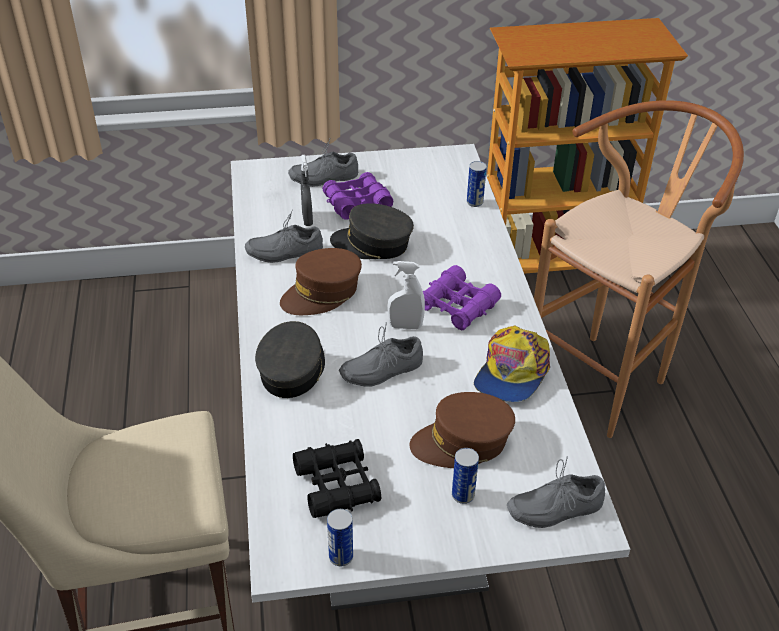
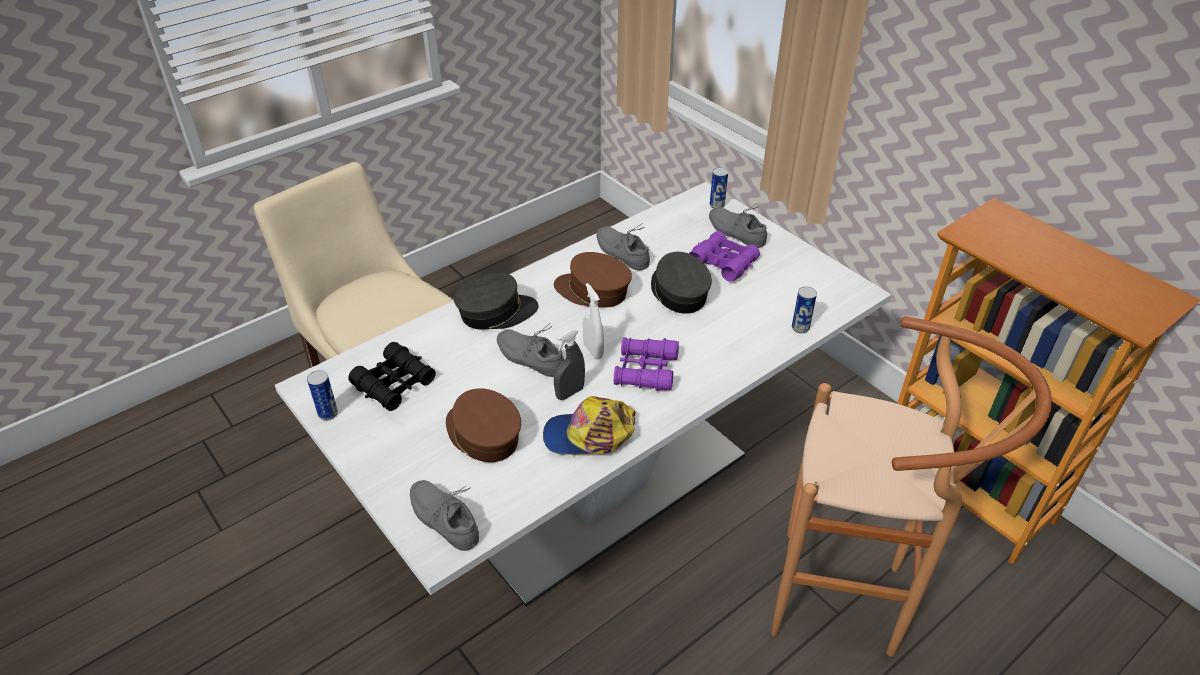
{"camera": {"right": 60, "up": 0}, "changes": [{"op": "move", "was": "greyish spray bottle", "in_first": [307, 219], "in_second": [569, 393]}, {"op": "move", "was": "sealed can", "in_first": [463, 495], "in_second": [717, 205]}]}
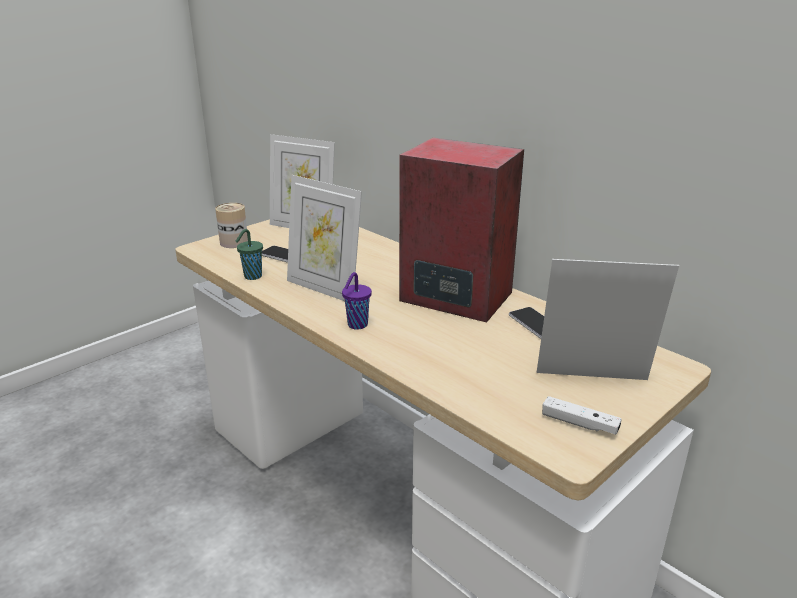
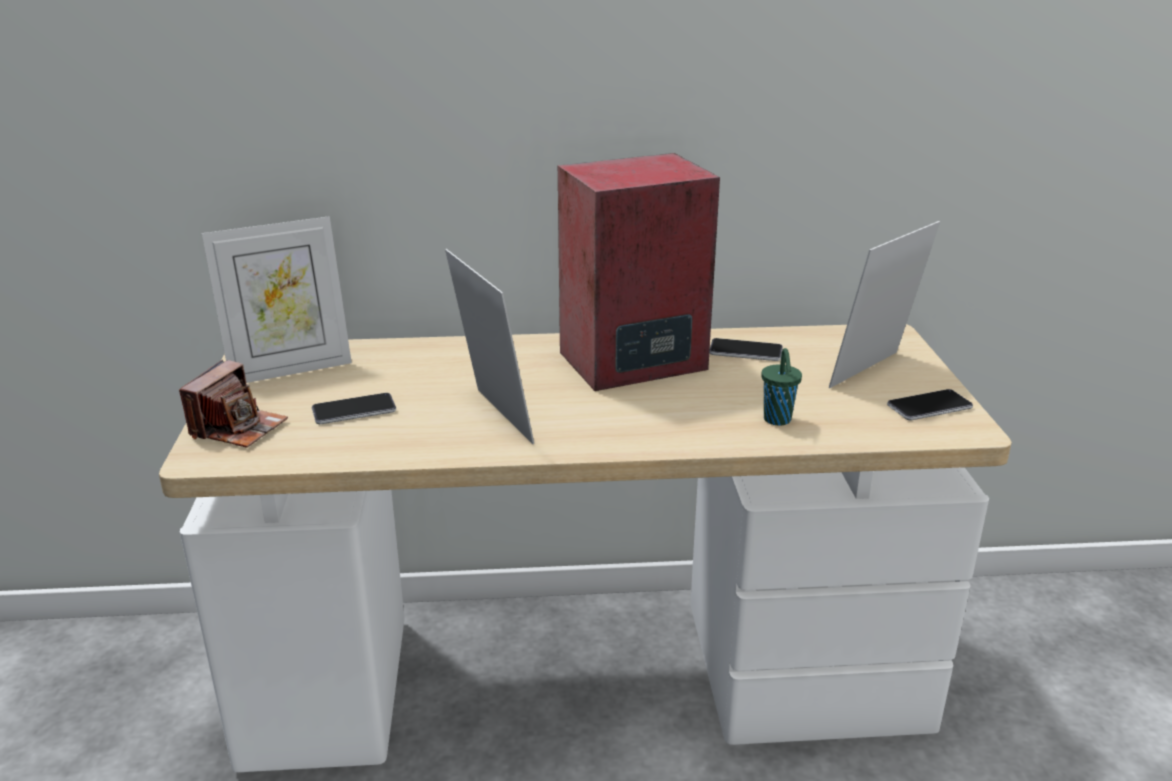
{"camera": {"right": -50, "up": 0}, "changes": [{"op": "rotate", "was": "standing frame", "in_first": [324, 288], "in_second": [492, 418], "clockwise": -105}, {"op": "replace", "was": "sealed can", "now": "photo camera", "in_first": [234, 242], "in_second": [238, 428]}, {"op": "move", "was": "green-coloured cup", "in_first": [252, 277], "in_second": [777, 420]}, {"op": "delete", "was": "purple-coloured cup", "in_first": [356, 325]}, {"op": "replace", "was": "whitish joypad", "now": "telephone", "in_first": [579, 423], "in_second": [929, 406]}]}
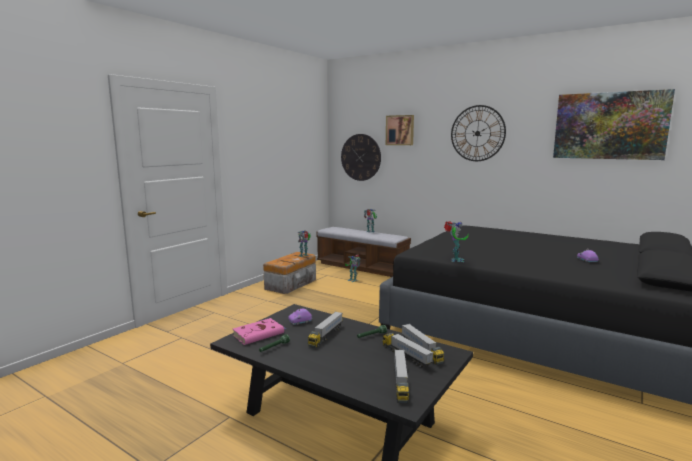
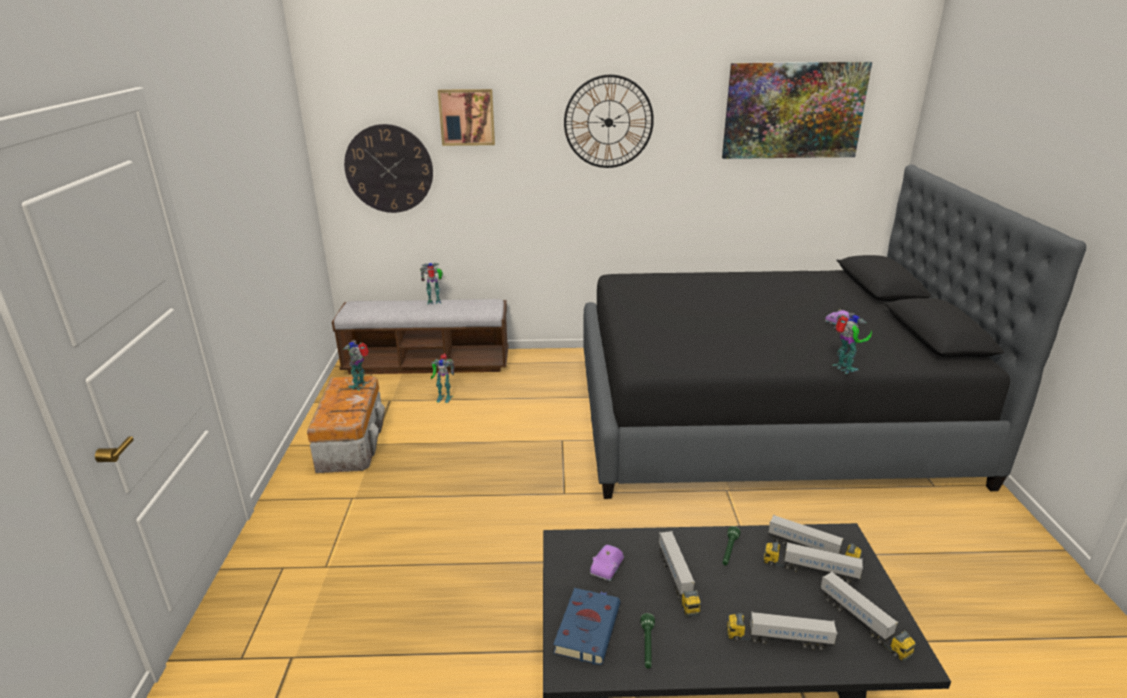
{"camera": {"right": -35, "up": 15}, "changes": [{"op": "move", "was": "toy robot", "in_first": [455, 260], "in_second": [844, 368]}, {"op": "recolor", "was": "pink book", "now": "blue-coloured book", "in_first": [259, 334], "in_second": [587, 627]}, {"op": "insert", "now": "toy lorry", "in_second": [778, 639]}]}
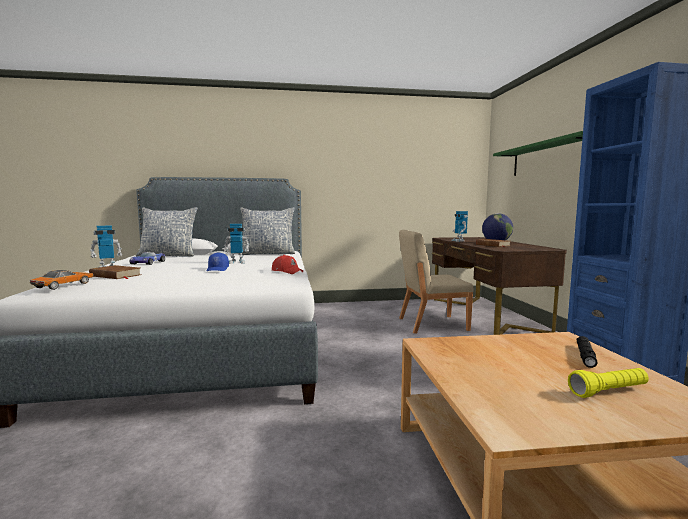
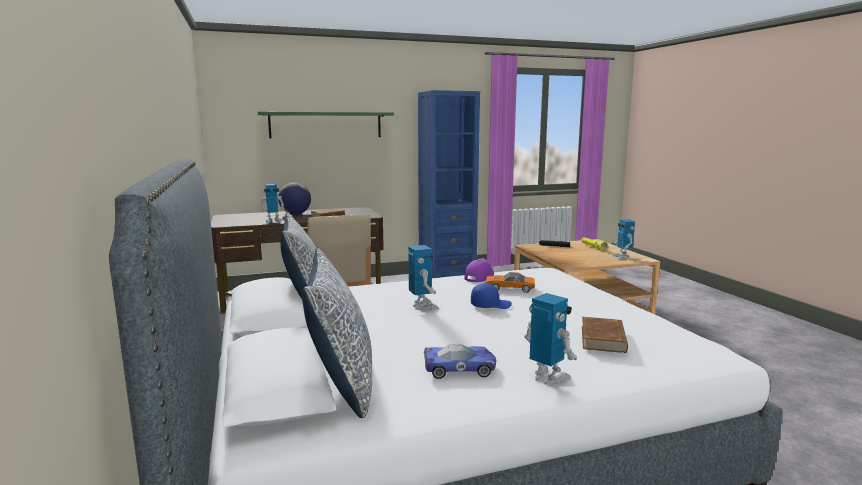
{"camera": {"right": -100, "up": 5}, "changes": [{"op": "recolor", "was": "red peaked cap", "now": "purple-coloured peaked cap", "in_first": [287, 271], "in_second": [479, 277]}, {"op": "move", "was": "toy car", "in_first": [64, 285], "in_second": [510, 288]}, {"op": "insert", "now": "toy robot", "in_second": [622, 257]}]}
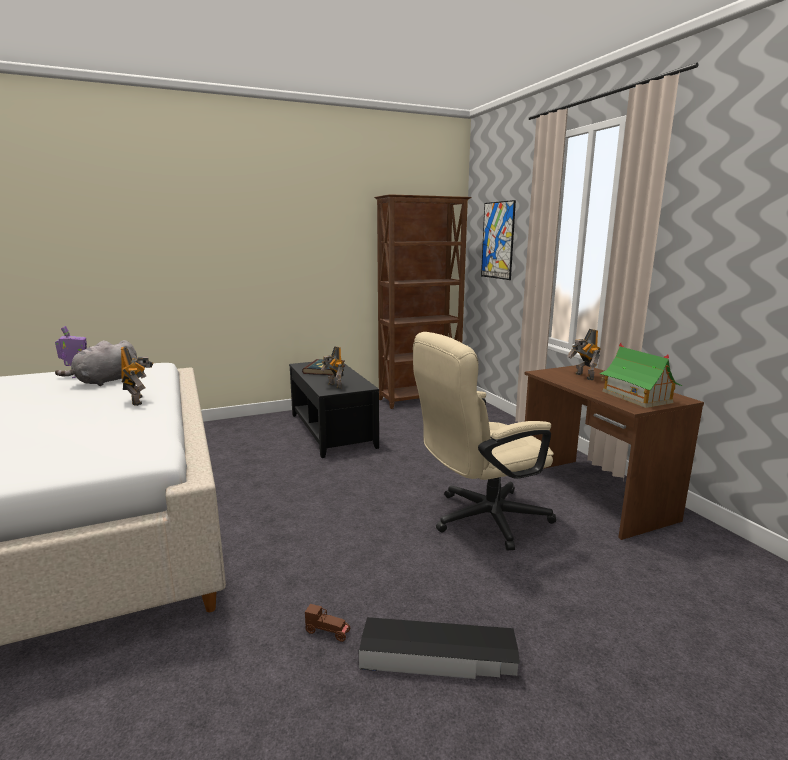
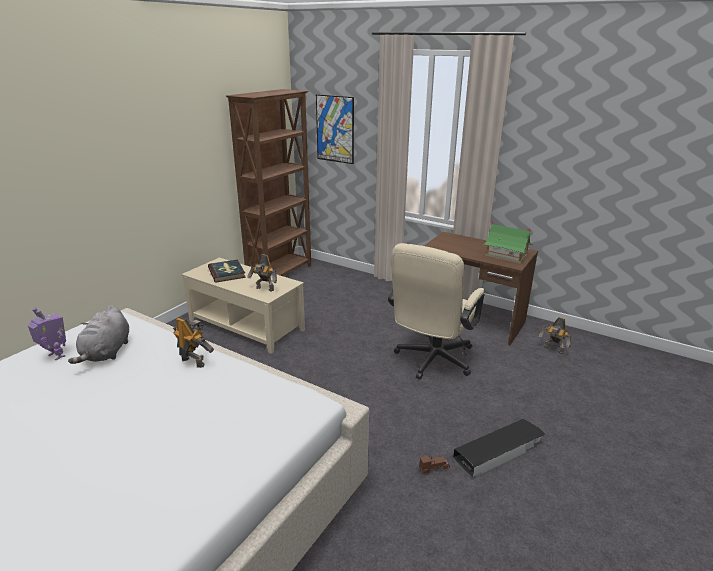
{"camera": {"right": -35, "up": 10}, "changes": [{"op": "move", "was": "toy robot", "in_first": [583, 376], "in_second": [553, 350]}, {"op": "recolor", "was": "black low table", "now": "sand-coloured low table", "in_first": [332, 430], "in_second": [246, 325]}]}
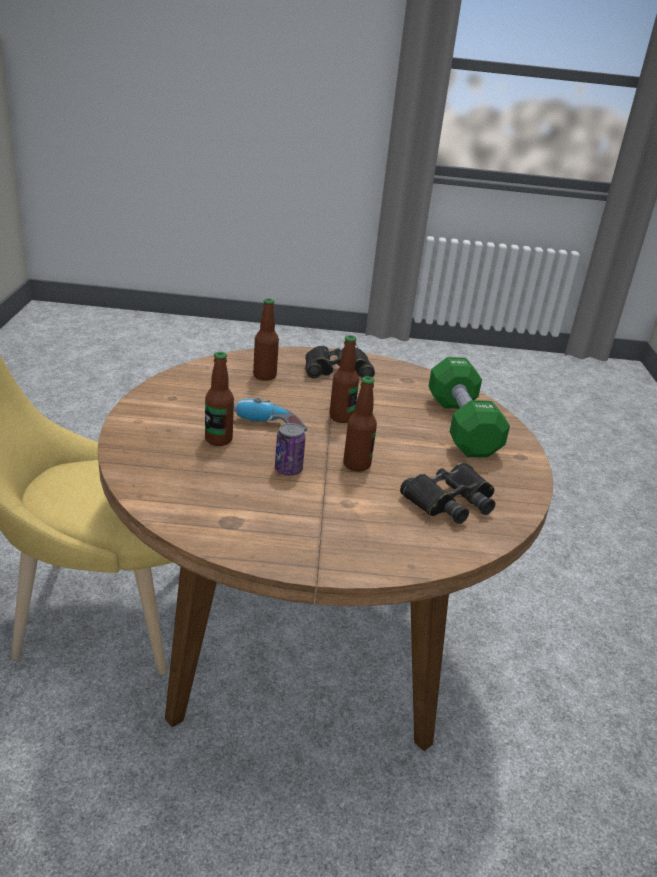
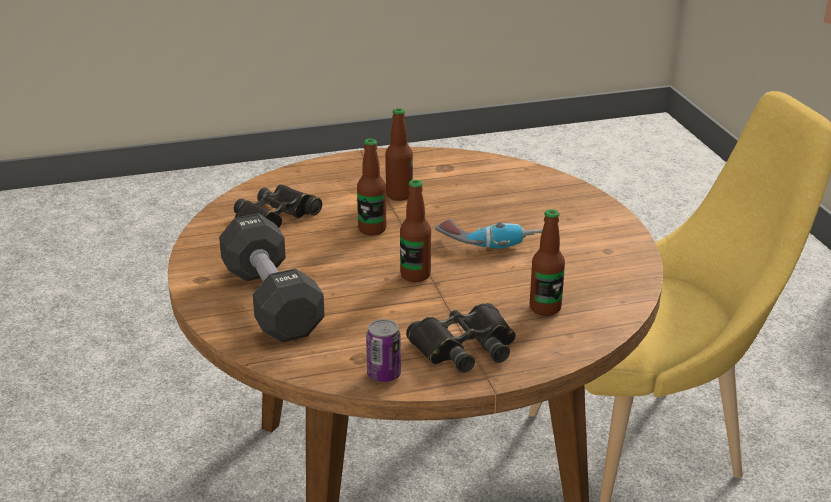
{"camera": {"right": 165, "up": 0}, "changes": [{"op": "move", "was": "beverage bottle", "in_first": [218, 439], "in_second": [399, 195]}, {"op": "recolor", "was": "green-coloured hand weight", "now": "black hand weight", "in_first": [462, 426], "in_second": [271, 301]}, {"op": "move", "was": "sealed can", "in_first": [288, 470], "in_second": [384, 374]}]}
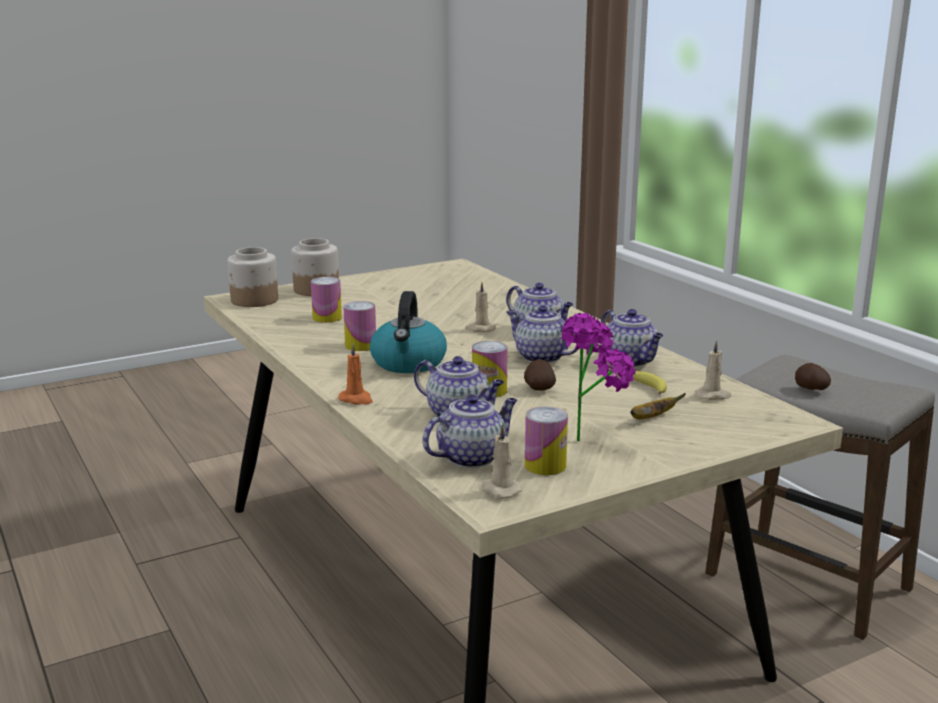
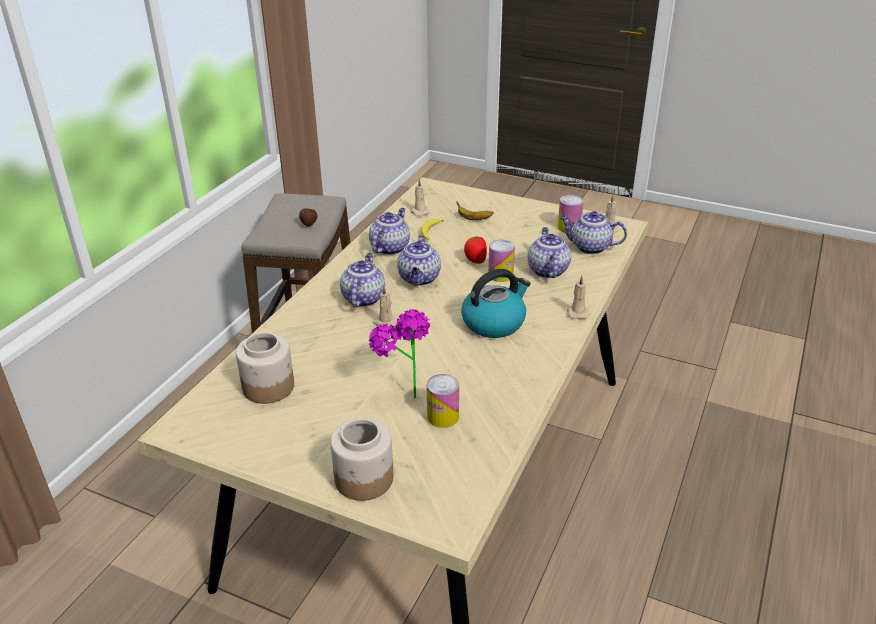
{"camera": {"right": -125, "up": 15}, "changes": [{"op": "move", "was": "jar", "in_first": [254, 300], "in_second": [269, 387]}, {"op": "delete", "was": "sealed can", "in_first": [360, 345]}, {"op": "move", "was": "potted plant", "in_first": [592, 437], "in_second": [403, 393]}, {"op": "recolor", "was": "orangey candle", "now": "sand-coloured candle", "in_first": [356, 399], "in_second": [577, 312]}, {"op": "replace", "was": "spud", "now": "tomato", "in_first": [538, 388], "in_second": [475, 261]}]}
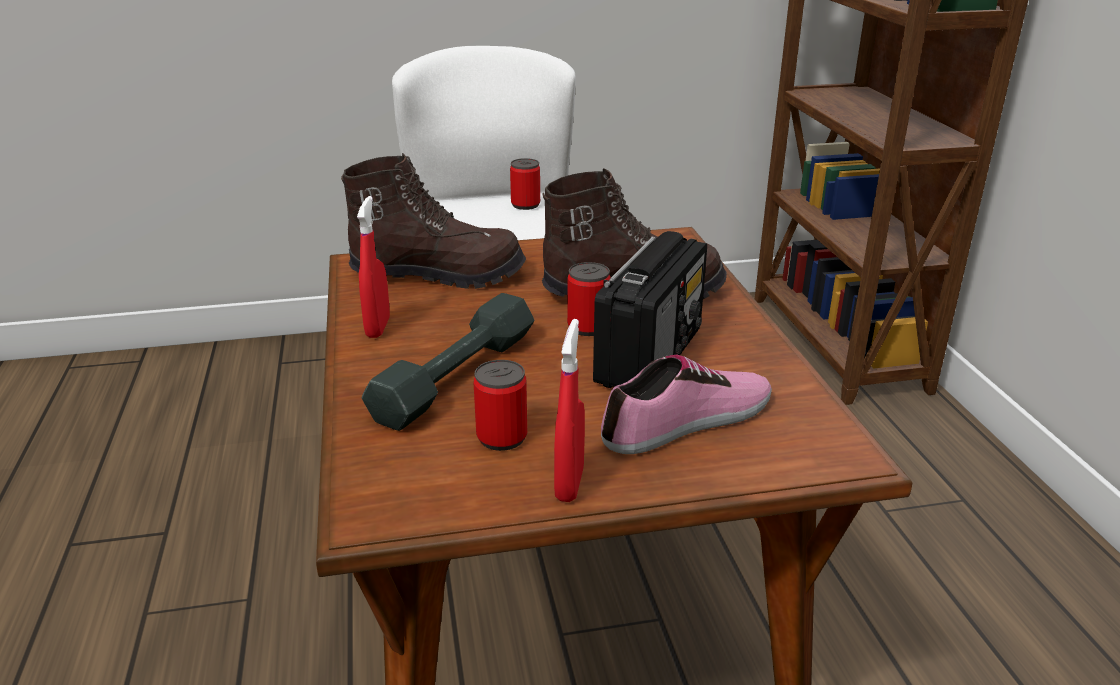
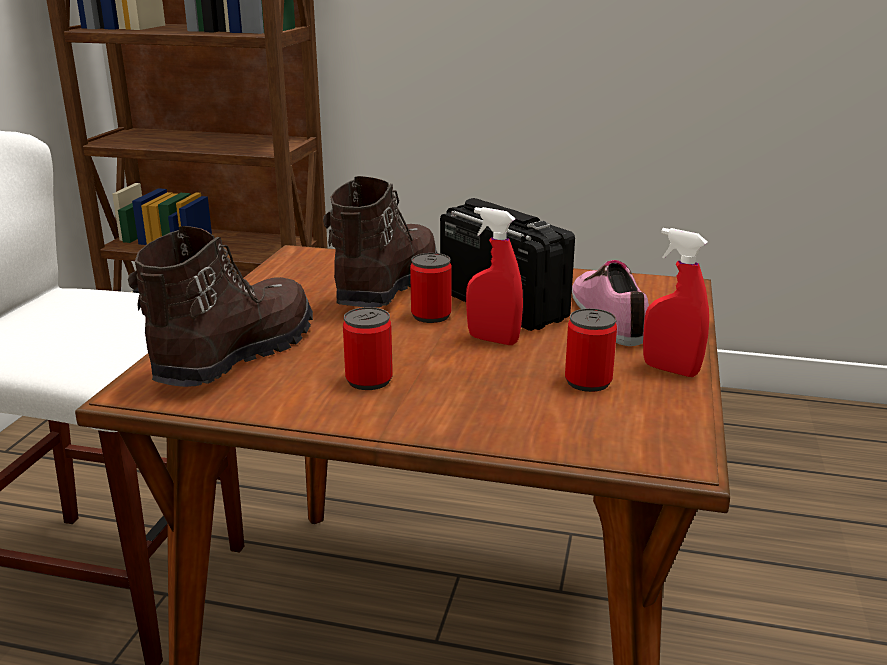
{"camera": {"right": -65, "up": -5}, "changes": [{"op": "move", "was": "sealed can", "in_first": [525, 205], "in_second": [369, 380]}, {"op": "move", "was": "red spray bottle", "in_first": [378, 327], "in_second": [493, 340]}, {"op": "delete", "was": "greyish hand weight", "in_first": [455, 376]}]}
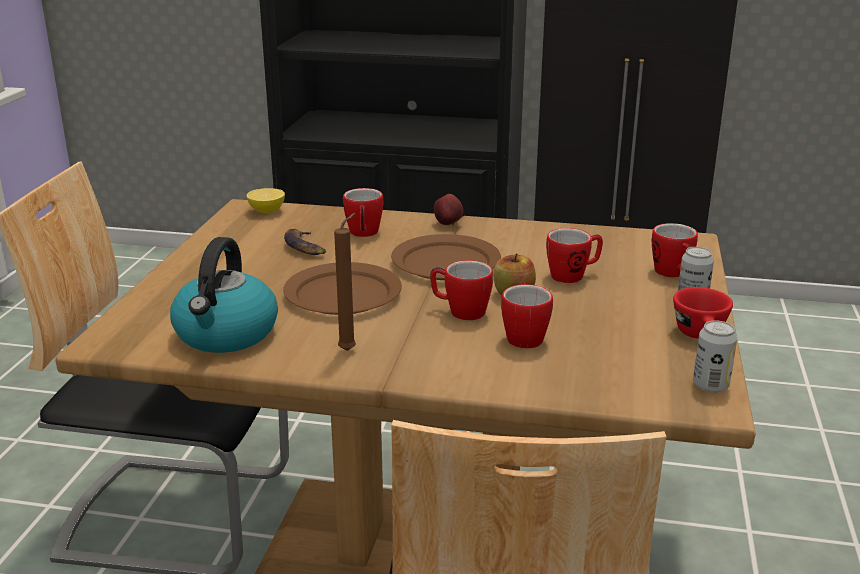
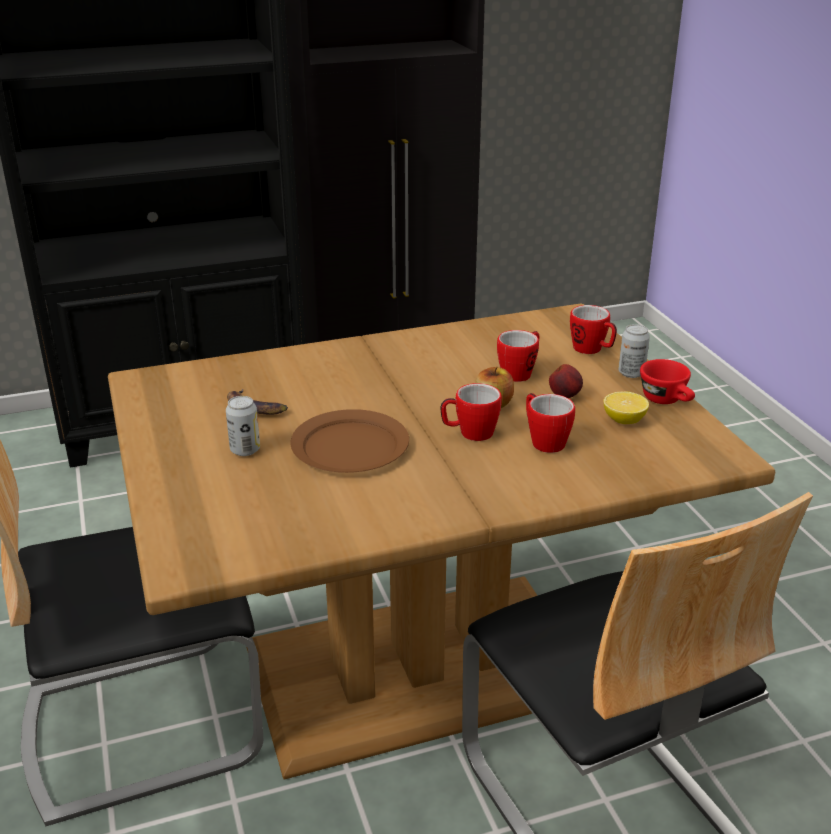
{"camera": {"right": -30, "up": 5}, "changes": [{"op": "move", "was": "citrus fruit", "in_first": [266, 211], "in_second": [624, 420]}, {"op": "delete", "was": "coffee mug", "in_first": [363, 234]}, {"op": "move", "was": "whole apple", "in_first": [448, 224], "in_second": [565, 396]}, {"op": "delete", "was": "brownish candle", "in_first": [350, 350]}, {"op": "delete", "was": "brownish plate", "in_first": [445, 263]}, {"op": "delete", "was": "kettle", "in_first": [226, 334]}, {"op": "move", "was": "sealed can", "in_first": [710, 385], "in_second": [245, 450]}]}
